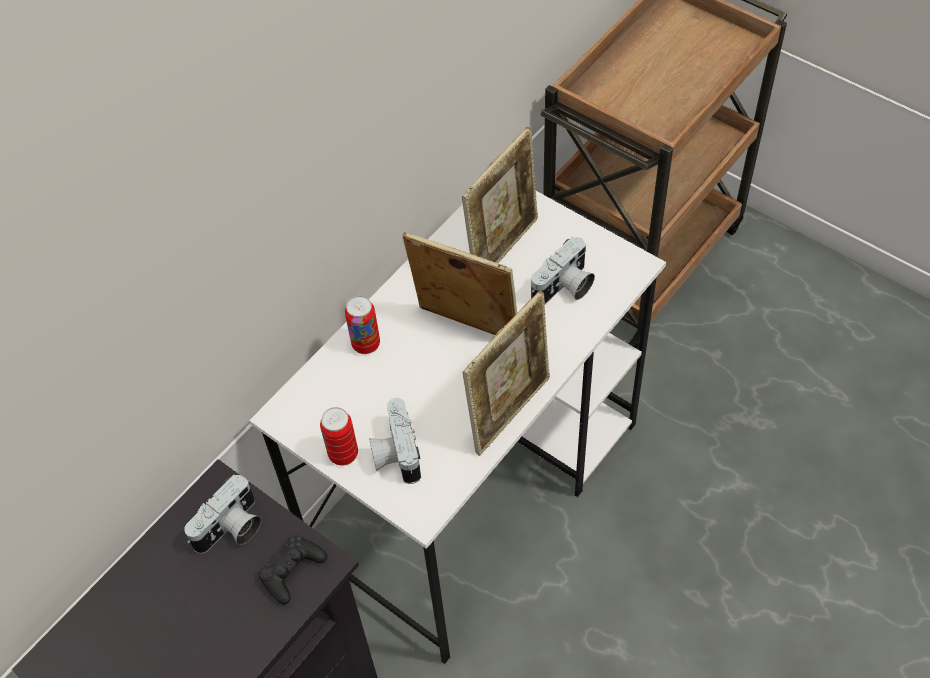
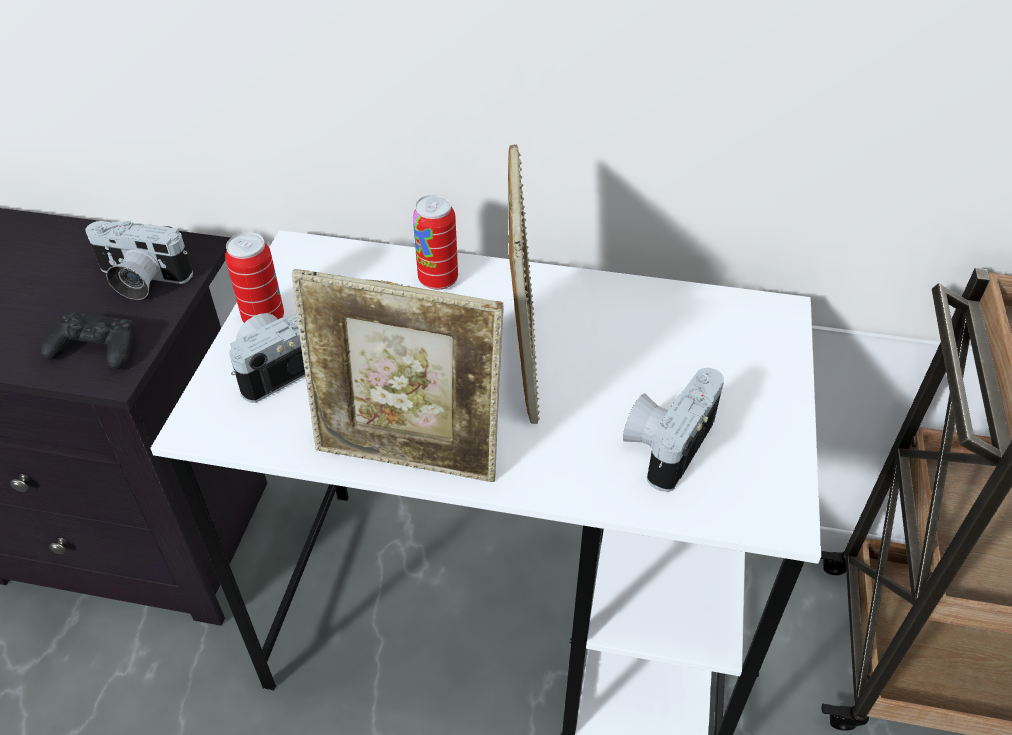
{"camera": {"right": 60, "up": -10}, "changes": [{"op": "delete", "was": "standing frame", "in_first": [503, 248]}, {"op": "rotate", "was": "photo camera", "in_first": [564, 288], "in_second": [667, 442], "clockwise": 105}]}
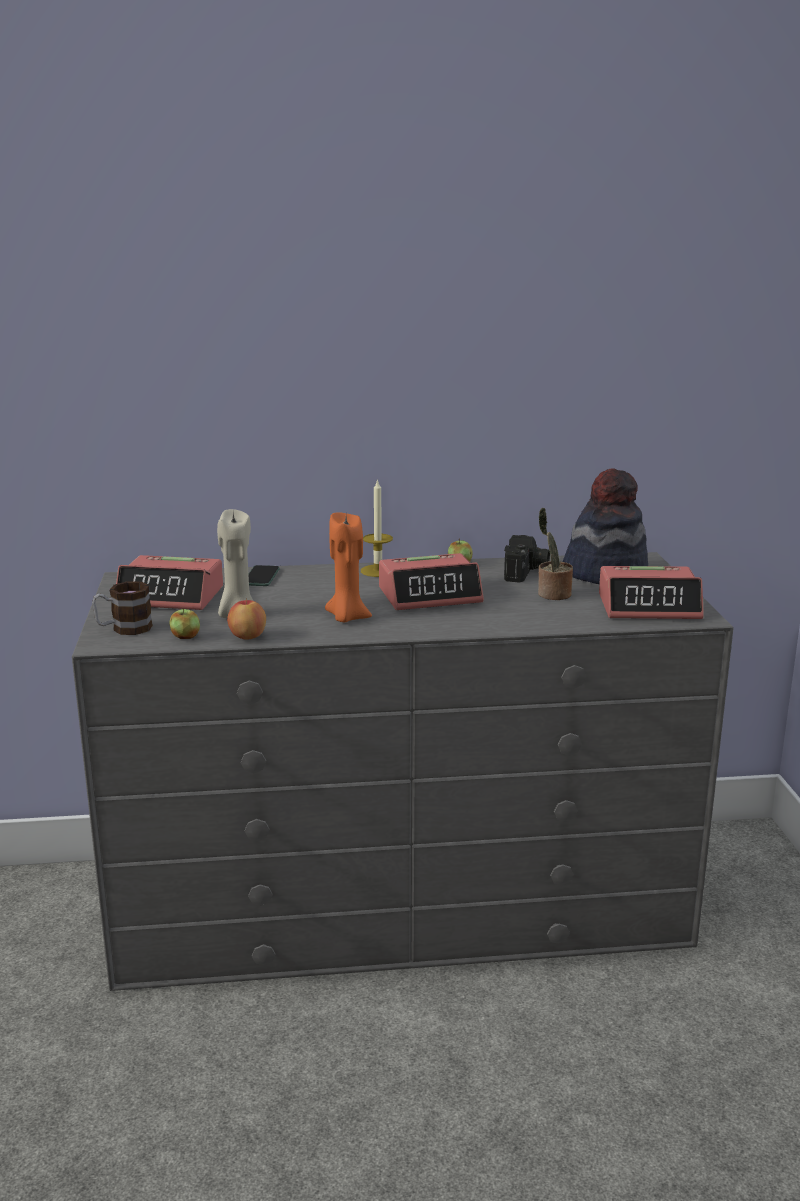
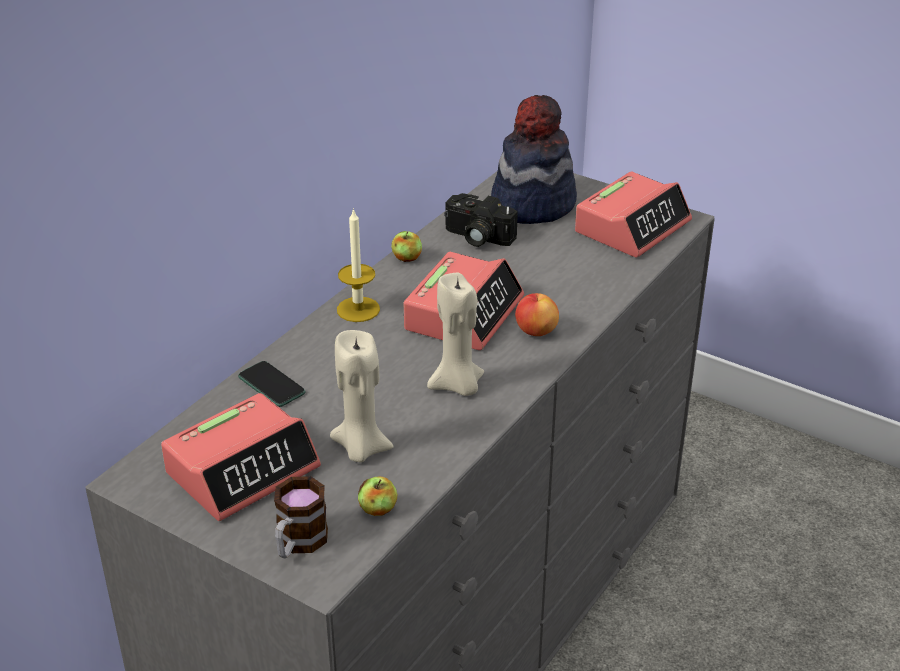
{"camera": {"right": -50, "up": 15}, "changes": [{"op": "delete", "was": "potted plant", "in_first": [552, 594]}, {"op": "recolor", "was": "orangey candle", "now": "sand-coloured candle", "in_first": [347, 618], "in_second": [458, 386]}, {"op": "rotate", "was": "photo camera", "in_first": [526, 572], "in_second": [476, 237], "clockwise": 150}, {"op": "move", "was": "whole apple", "in_first": [248, 637], "in_second": [535, 331]}]}
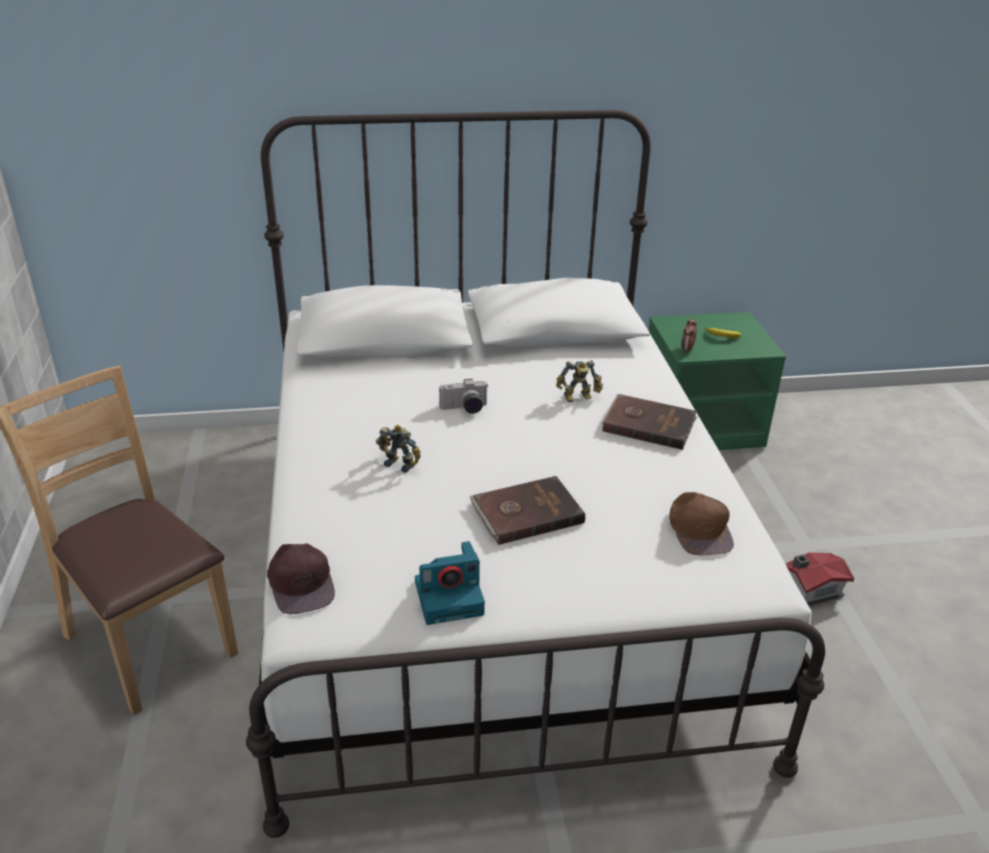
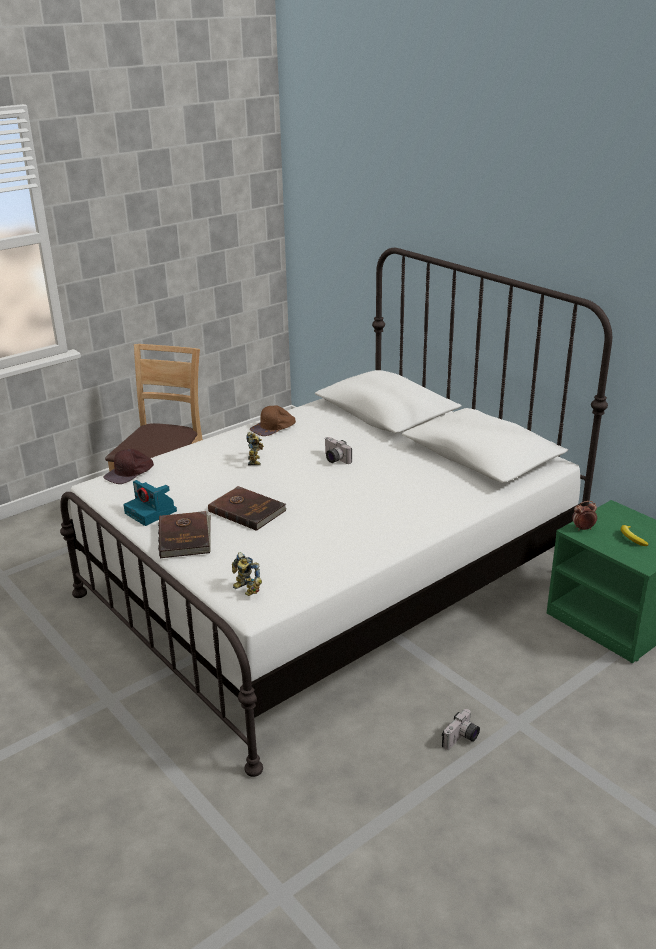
{"camera": {"right": 60, "up": -5}, "changes": [{"op": "move", "was": "toy robot", "in_first": [579, 398], "in_second": [245, 590]}, {"op": "move", "was": "brownish book", "in_first": [648, 424], "in_second": [185, 537]}, {"op": "move", "was": "brownish peaked cap", "in_first": [699, 529], "in_second": [273, 427]}, {"op": "replace", "was": "toy house", "now": "photo camera", "in_first": [810, 590], "in_second": [461, 739]}]}
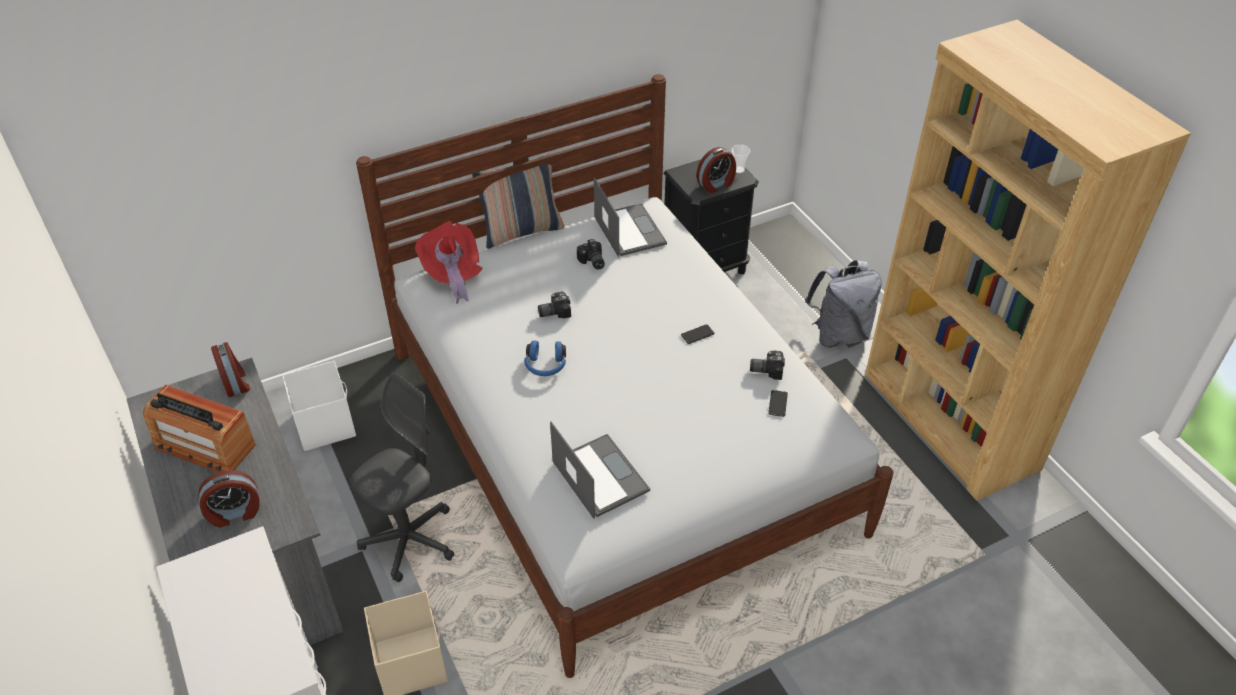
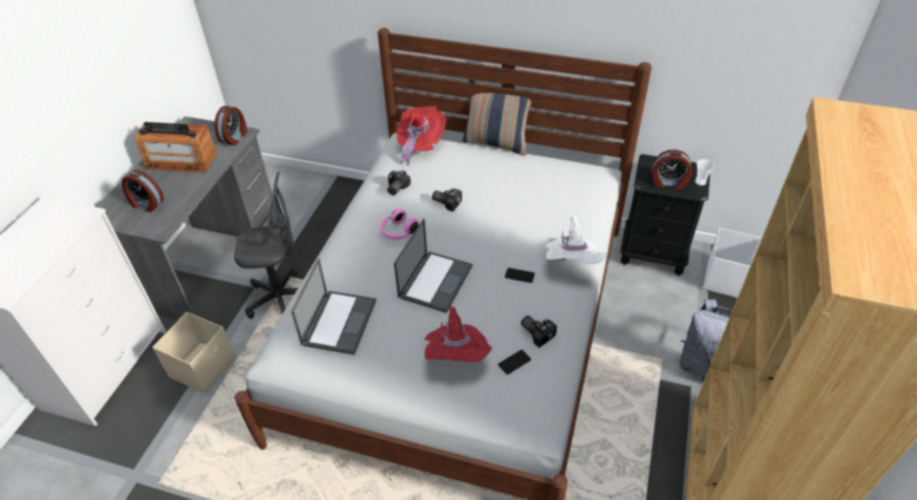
{"camera": {"right": 45, "up": 0}, "changes": [{"op": "move", "was": "notebook computer", "in_first": [629, 230], "in_second": [435, 280]}, {"op": "move", "was": "photo camera", "in_first": [591, 262], "in_second": [395, 188]}, {"op": "recolor", "was": "blue-coloured pair of headphones", "now": "pink pair of headphones", "in_first": [545, 366], "in_second": [398, 232]}, {"op": "move", "was": "whitish storage bin", "in_first": [325, 424], "in_second": [727, 279]}, {"op": "rotate", "was": "radio", "in_first": [204, 446], "in_second": [181, 161], "clockwise": -60}, {"op": "insert", "now": "whitish wearable hat", "in_second": [571, 265]}, {"op": "insert", "now": "red wearable hat", "in_second": [456, 357]}]}
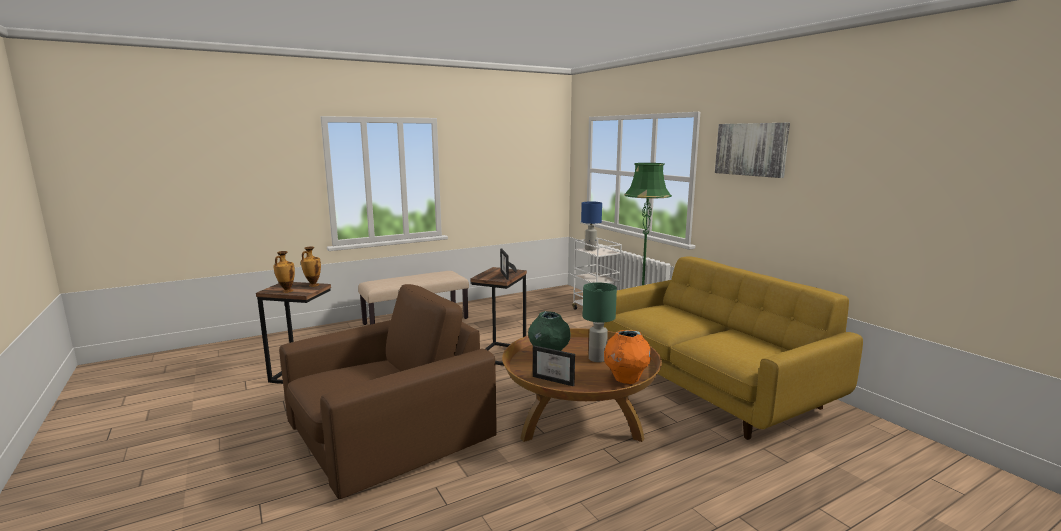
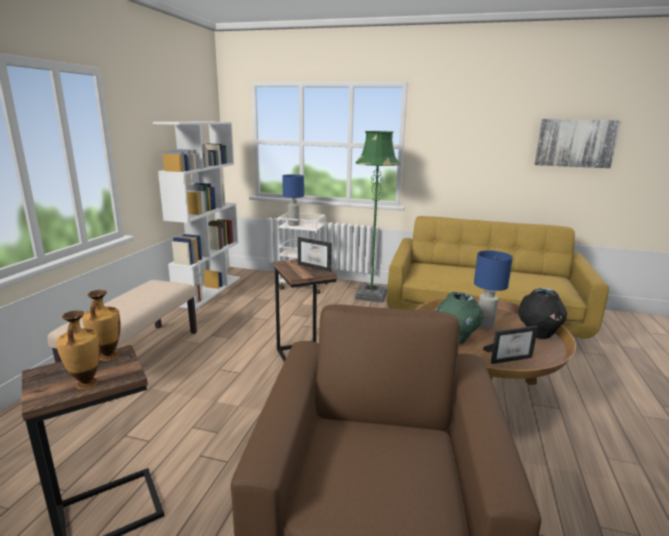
{"camera": {"right": -45, "up": 5}, "changes": [{"op": "move", "was": "wall art", "in_first": [751, 149], "in_second": [575, 143]}, {"op": "recolor", "was": "green-coloured tabletop lamp", "now": "blue-coloured tabletop lamp", "in_first": [597, 359], "in_second": [484, 325]}, {"op": "recolor", "was": "orangey flower vase", "now": "black flower vase", "in_first": [625, 379], "in_second": [538, 334]}, {"op": "insert", "now": "whitish bookshelf", "in_second": [209, 290]}]}
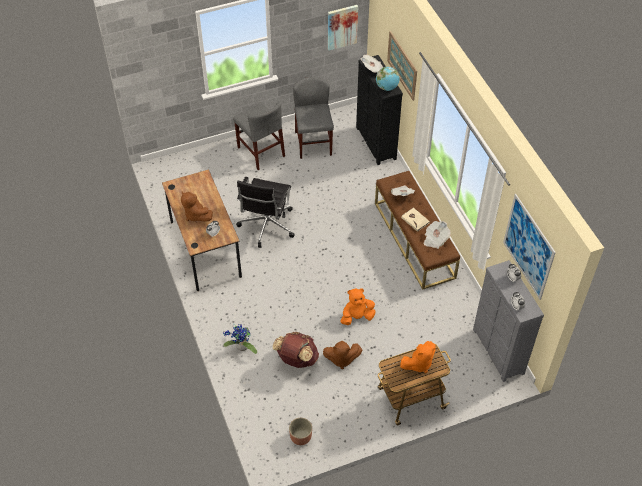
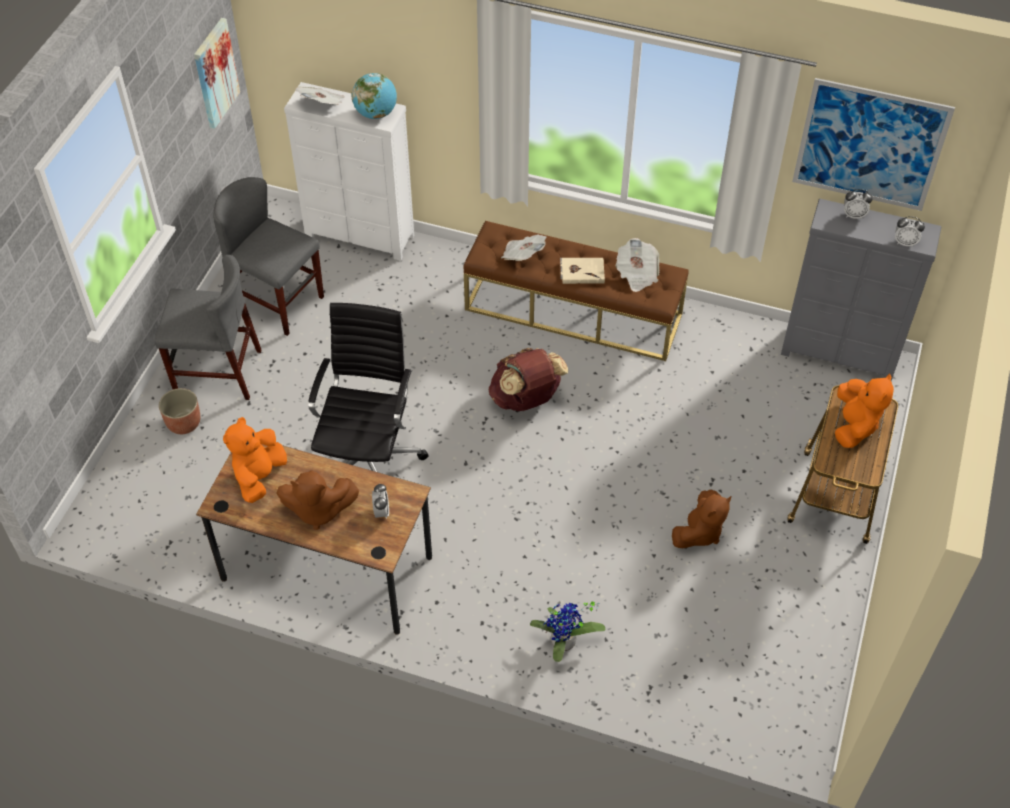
{"camera": {"right": -50, "up": 0}, "changes": [{"op": "delete", "was": "wall art", "in_first": [402, 65]}, {"op": "recolor", "was": "black chest of drawers", "now": "whitish chest of drawers", "in_first": [375, 143], "in_second": [359, 237]}, {"op": "rotate", "was": "black computer chair", "in_first": [266, 226], "in_second": [368, 460], "clockwise": -135}, {"op": "move", "was": "orangey soft toy", "in_first": [357, 317], "in_second": [259, 476]}, {"op": "move", "was": "brownish knapsack", "in_first": [296, 359], "in_second": [526, 399]}, {"op": "move", "was": "flower pot", "in_first": [300, 437], "in_second": [184, 423]}]}
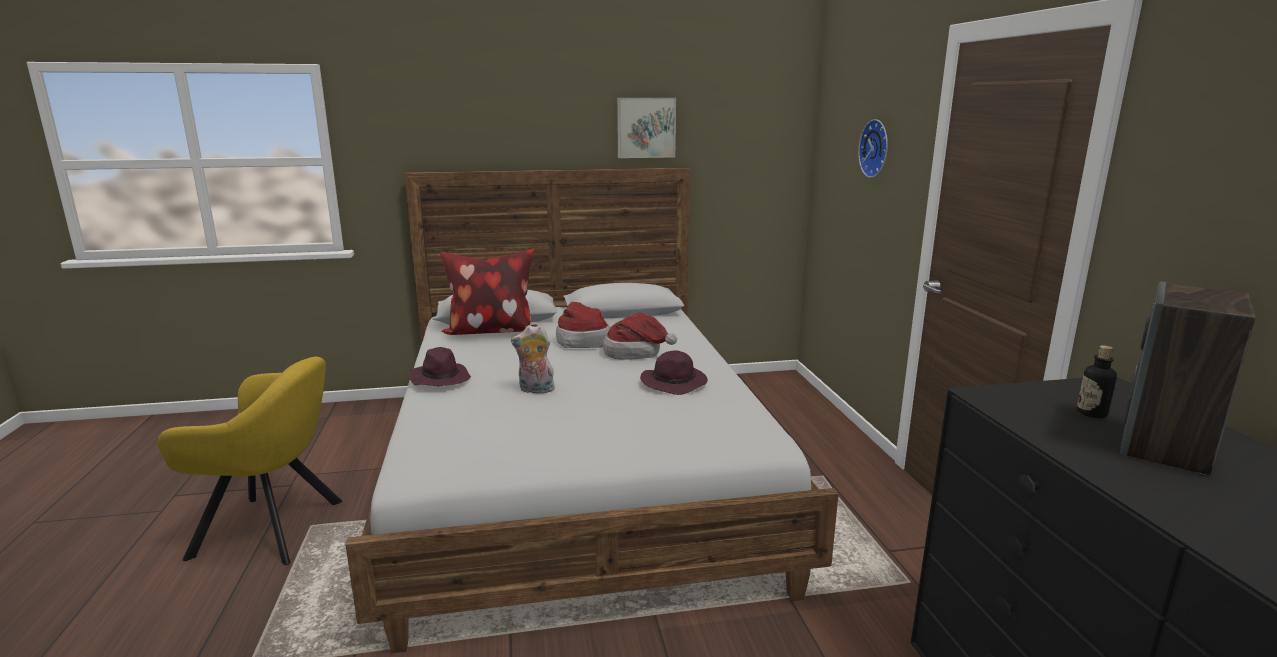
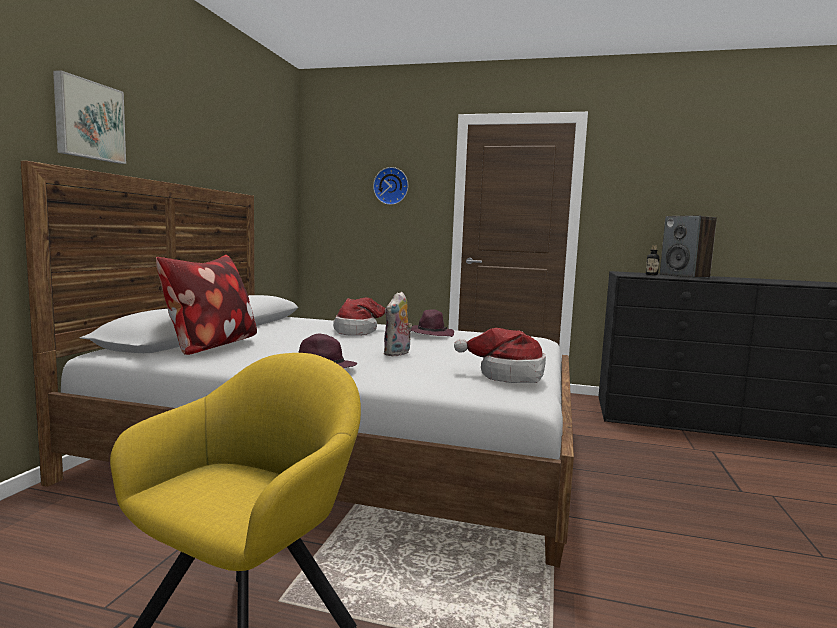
{"camera": {"right": -65, "up": -10}, "changes": [{"op": "move", "was": "wall art", "in_first": [646, 127], "in_second": [88, 120]}, {"op": "move", "was": "wearable hat", "in_first": [581, 340], "in_second": [508, 375]}]}
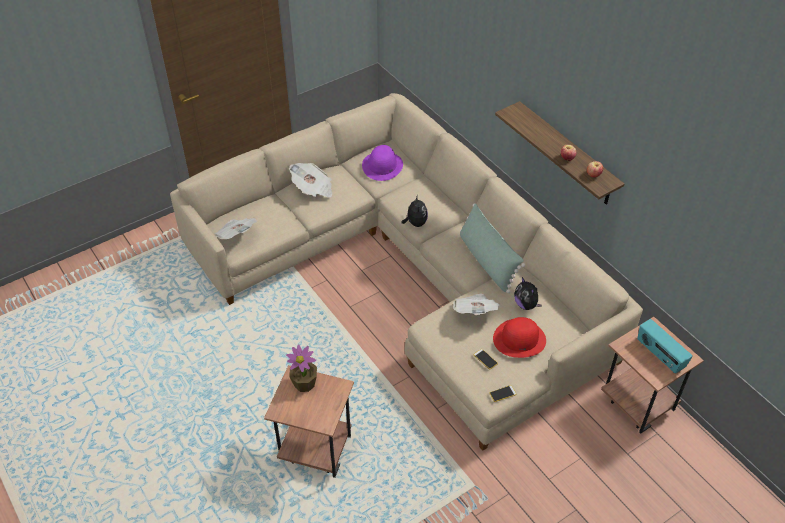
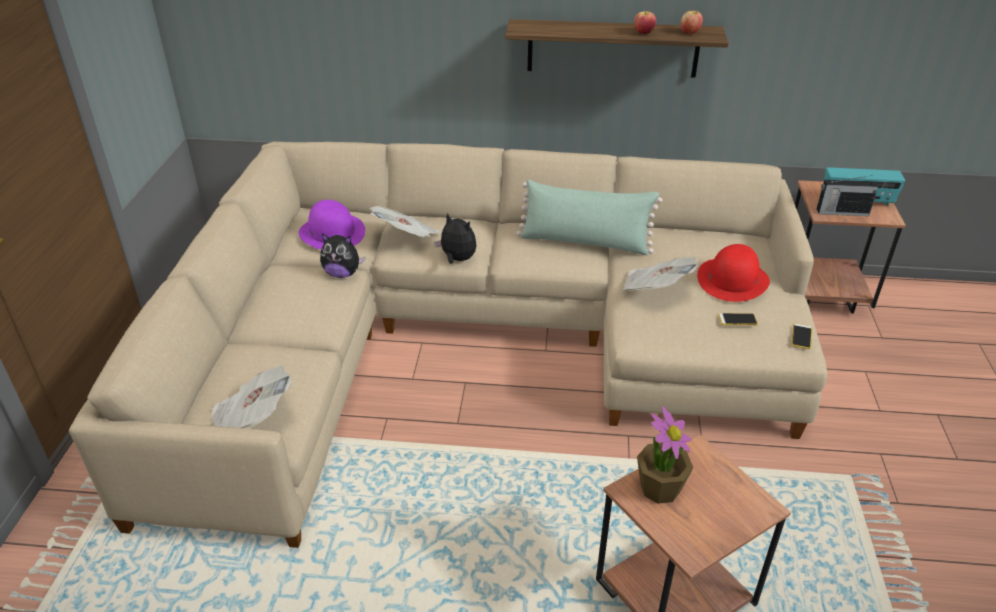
{"camera": {"right": -50, "up": -10}, "changes": [{"op": "move", "was": "daily paper", "in_first": [313, 189], "in_second": [407, 237]}, {"op": "move", "was": "soft toy", "in_first": [526, 304], "in_second": [342, 274]}, {"op": "insert", "now": "radio", "in_second": [841, 212]}]}
